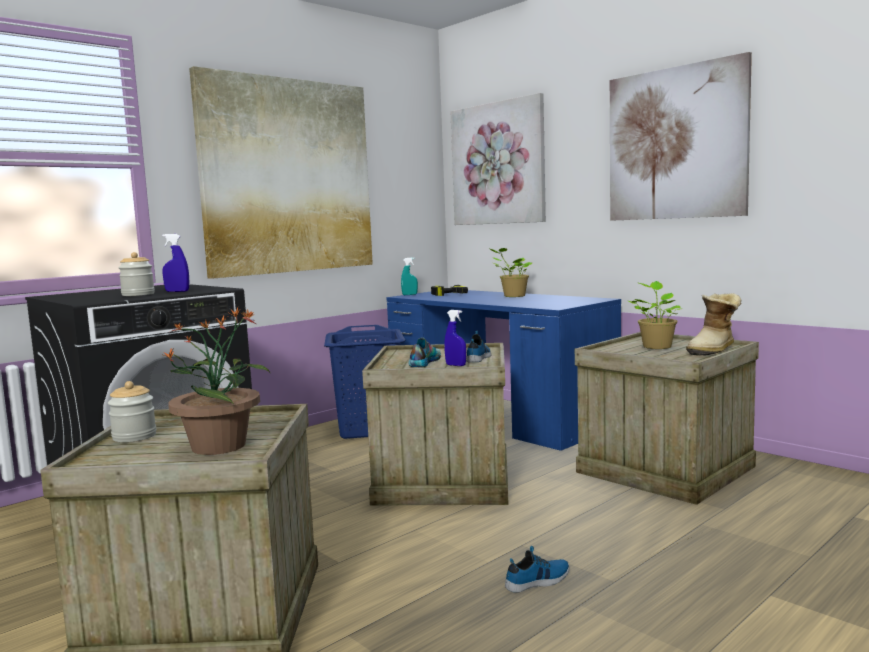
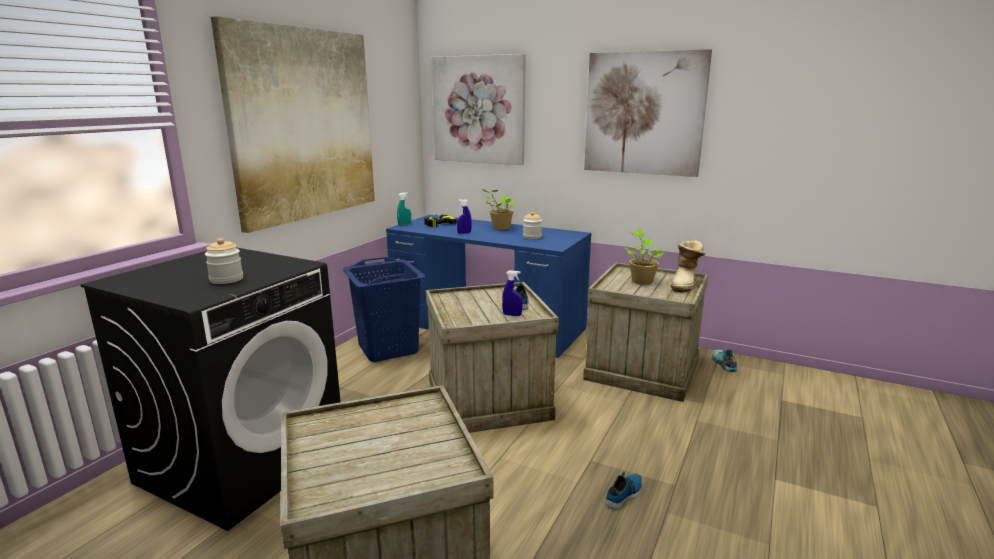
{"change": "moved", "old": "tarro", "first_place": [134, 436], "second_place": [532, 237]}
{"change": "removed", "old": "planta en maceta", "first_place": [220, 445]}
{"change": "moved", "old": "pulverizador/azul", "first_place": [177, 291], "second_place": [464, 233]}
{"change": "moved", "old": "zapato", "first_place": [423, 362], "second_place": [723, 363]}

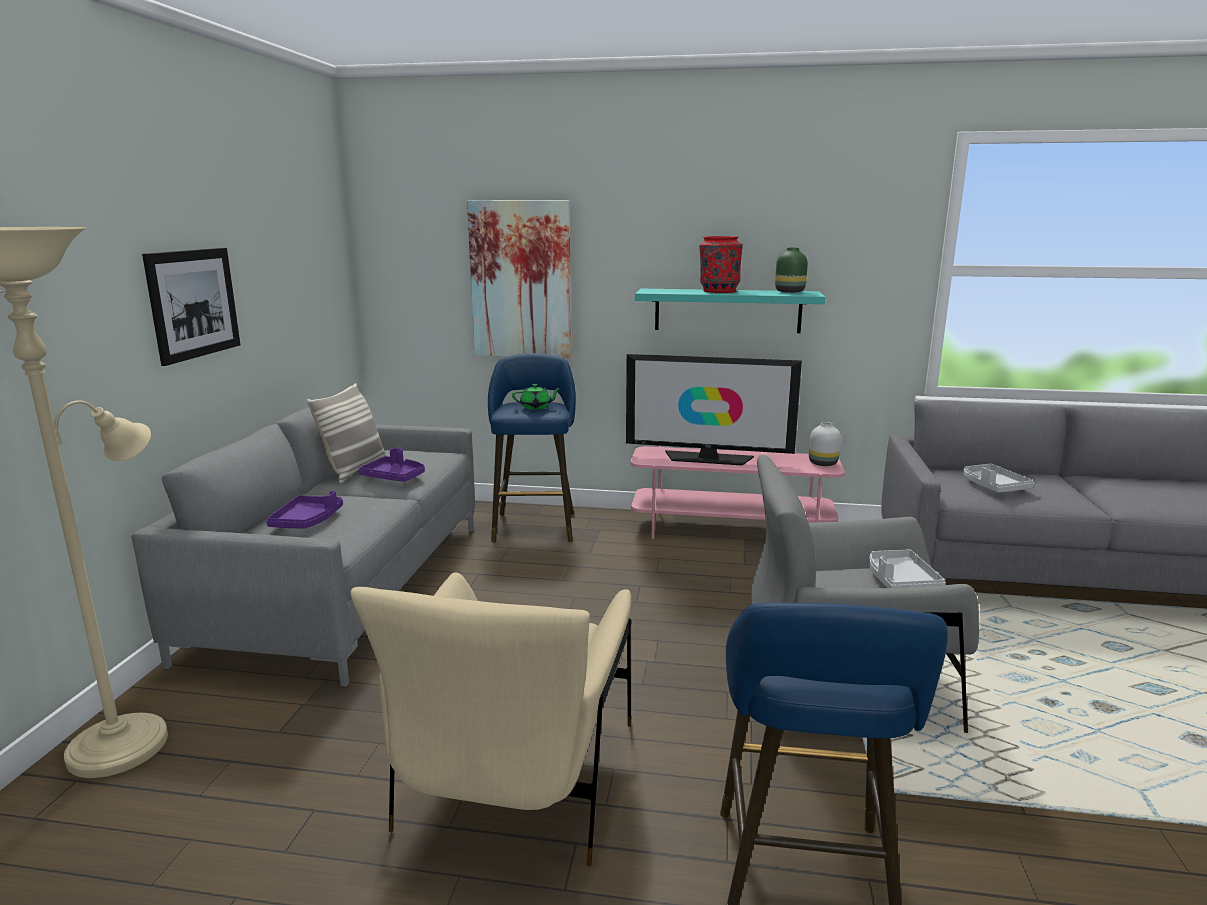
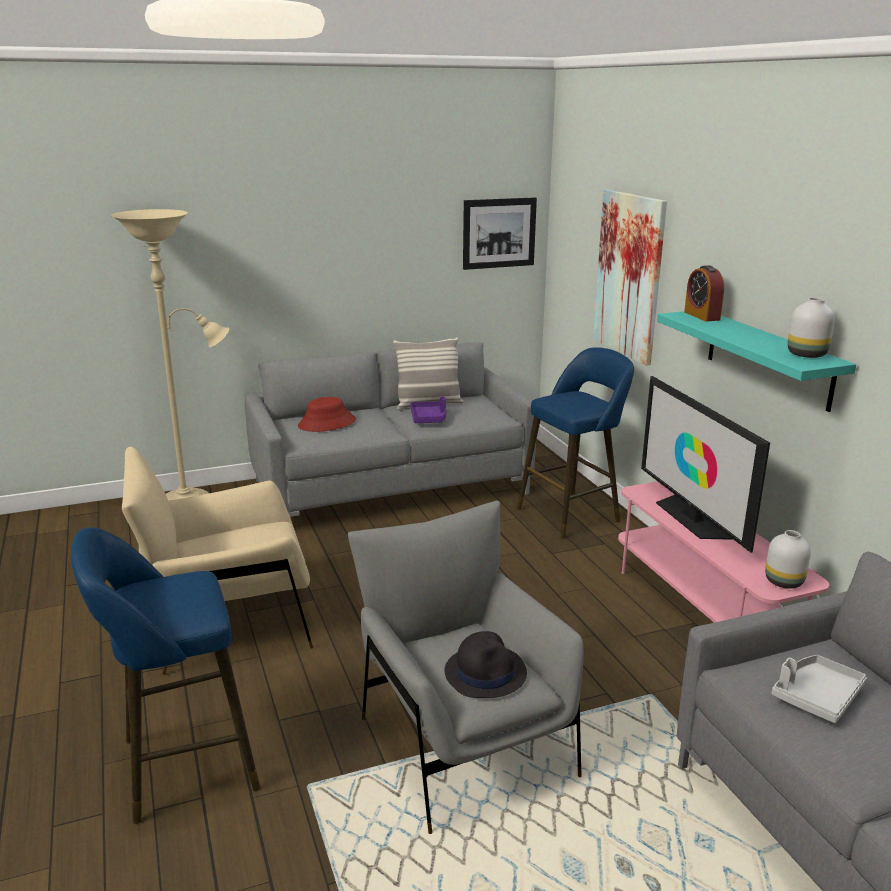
{"change": "moved", "old": "cuadro", "first_place": [194, 303], "second_place": [499, 233]}
{"change": "replaced", "old": "bandeja/morado", "new": "sombrero/rojo", "first_place": [307, 521], "second_place": [327, 423]}
{"change": "removed", "old": "tetera/verde", "first_place": [536, 407]}
{"change": "removed", "old": "florero/rojo", "first_place": [718, 291]}
{"change": "recoloured", "old": "florero/verde", "new": "florero/blanco", "first_place": [790, 292], "second_place": [807, 355]}
{"change": "replaced", "old": "bandeja/gris", "new": "sombrero/negro", "first_place": [900, 581], "second_place": [485, 672]}
{"change": "added", "new": "despertador", "second_place": [702, 316]}

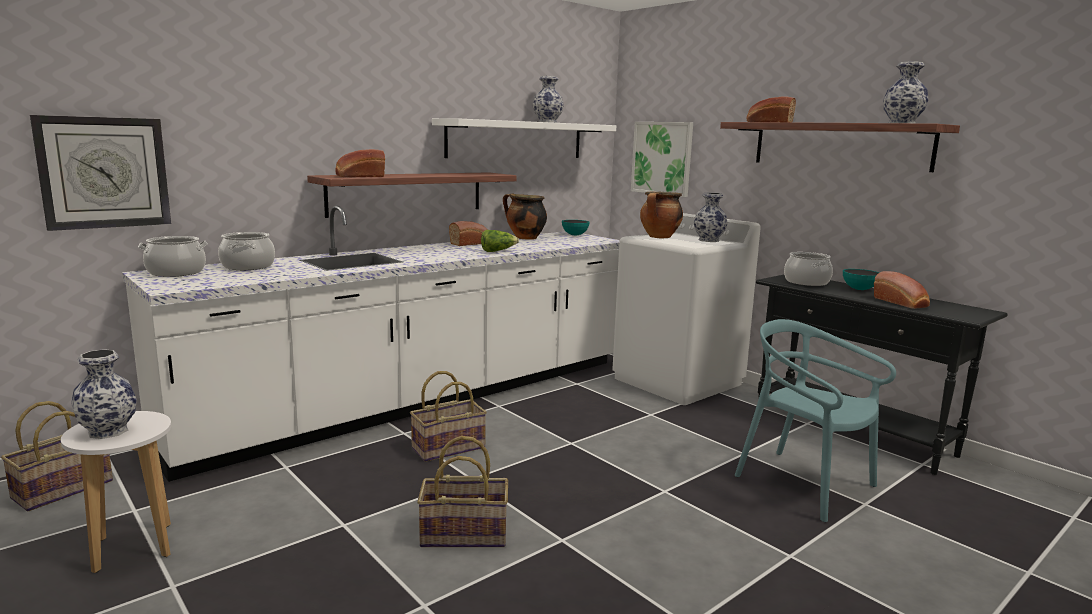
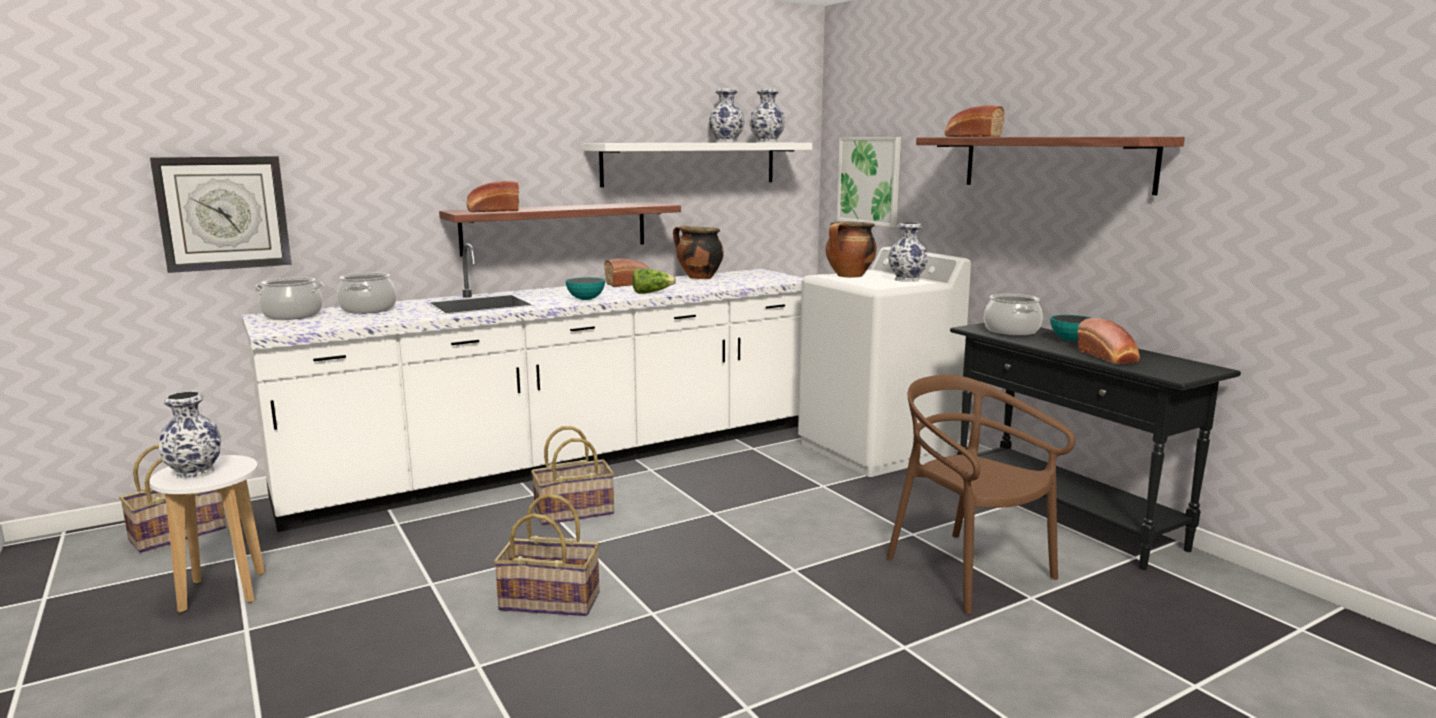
{"change": "moved", "old": "cuenco", "first_place": [575, 235], "second_place": [586, 299]}
{"change": "recoloured", "old": "silla/turquesa", "new": "silla/marrón", "first_place": [804, 483], "second_place": [968, 571]}
{"change": "moved", "old": "florero", "first_place": [902, 123], "second_place": [767, 142]}

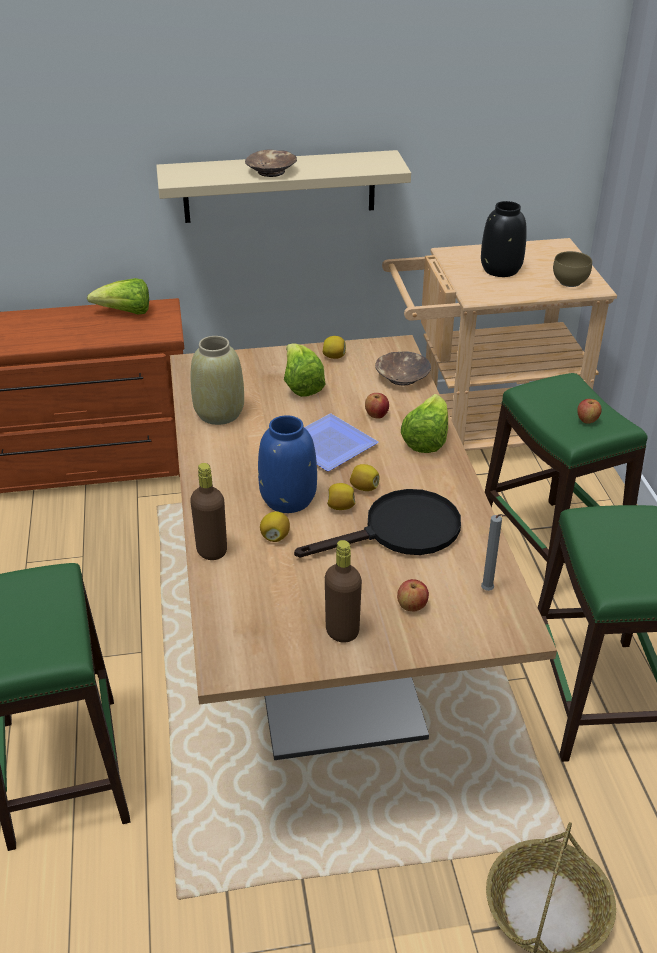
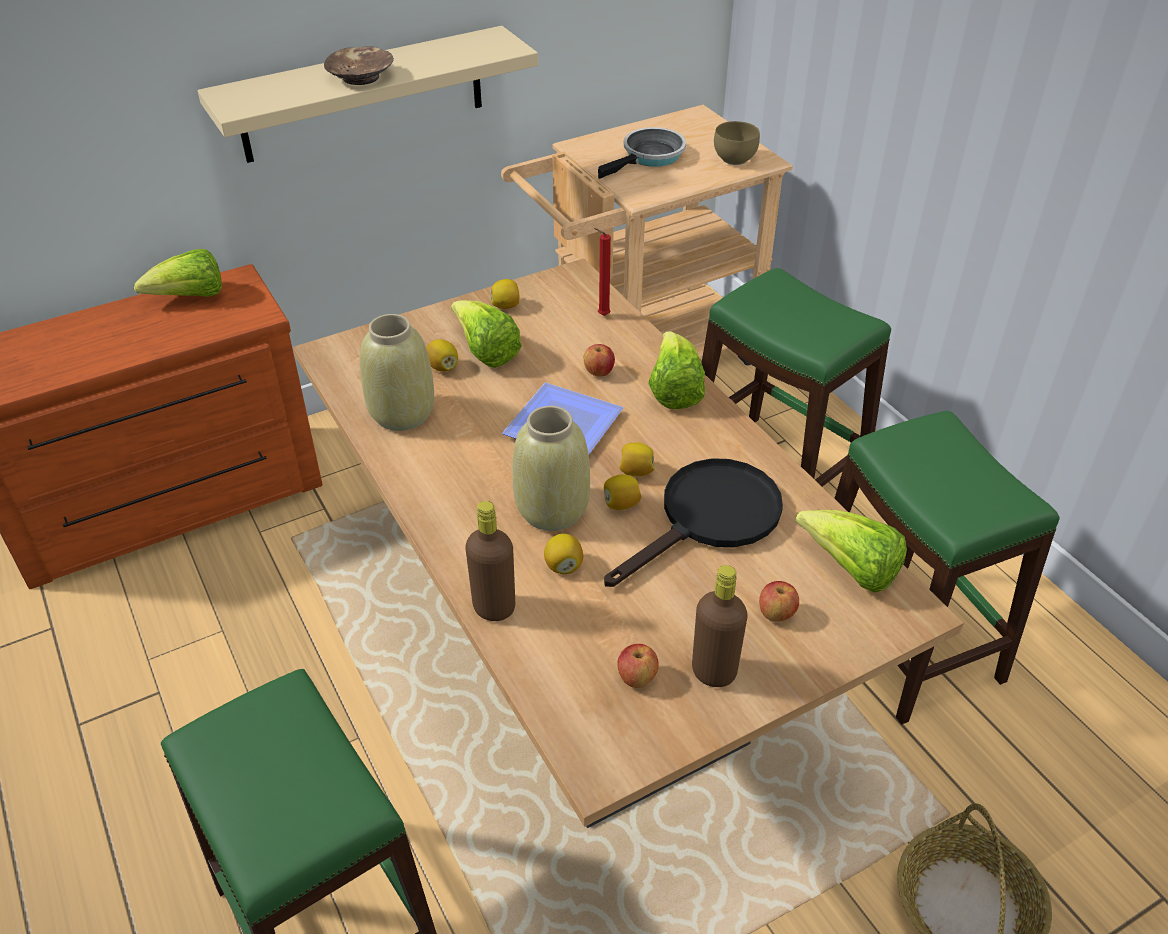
{"change": "recoloured", "old": "florero/azul", "new": "florero/beis", "first_place": [289, 499], "second_place": [553, 509]}
{"change": "replaced", "old": "cuenco/marrón", "new": "vela/rojo", "first_place": [402, 377], "second_place": [601, 315]}
{"change": "replaced", "old": "florero/negro", "new": "sartén", "first_place": [501, 270], "second_place": [650, 157]}
{"change": "replaced", "old": "vela/gris", "new": "lechuga", "first_place": [488, 591], "second_place": [850, 569]}
{"change": "moved", "old": "manzana", "first_place": [587, 420], "second_place": [636, 678]}
{"change": "added", "new": "limón", "second_place": [442, 367]}

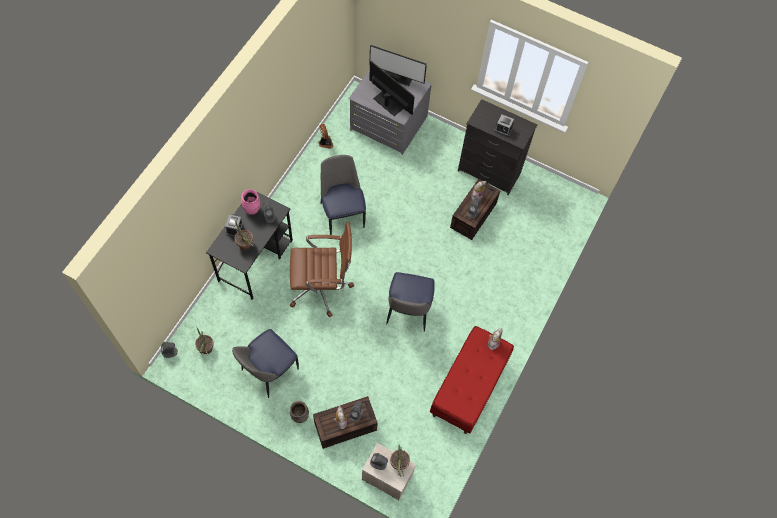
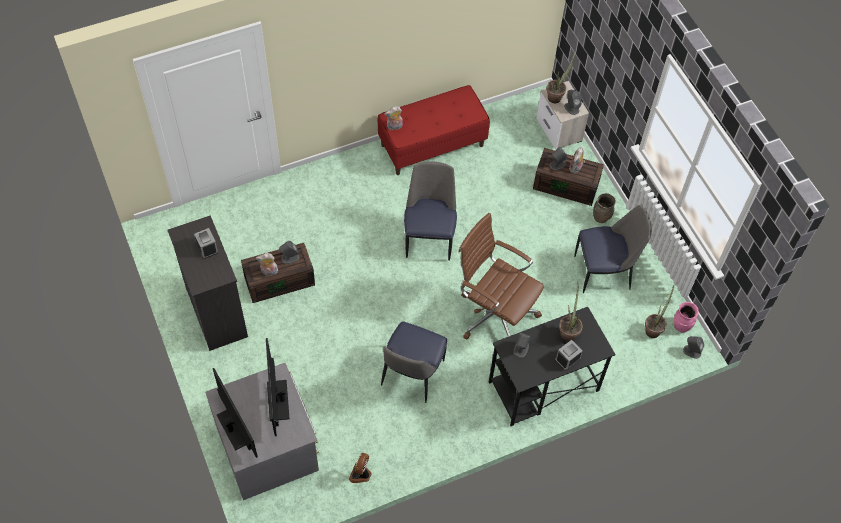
{"change": "moved", "old": "florero/rosa", "first_place": [252, 209], "second_place": [681, 326]}
{"change": "turned", "old": "silla", "first_place": [408, 311], "second_place": [429, 237], "degrees": -45}

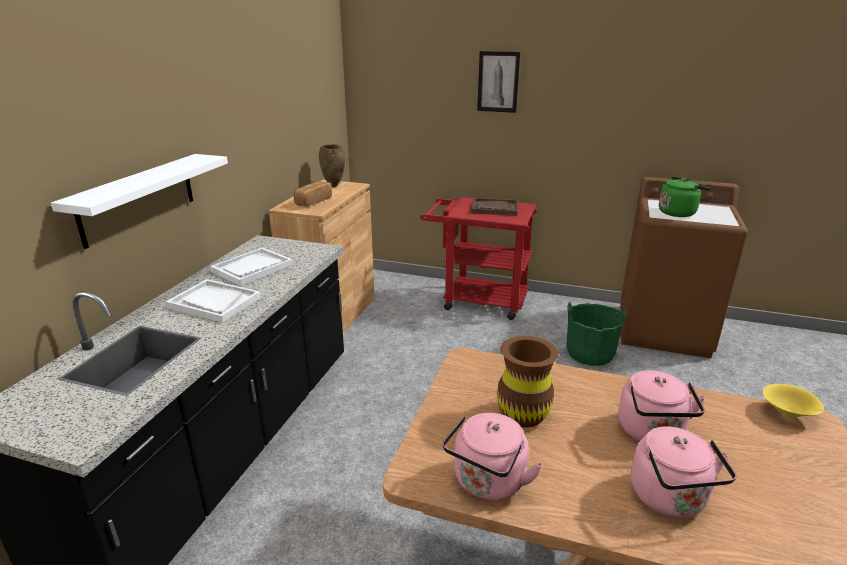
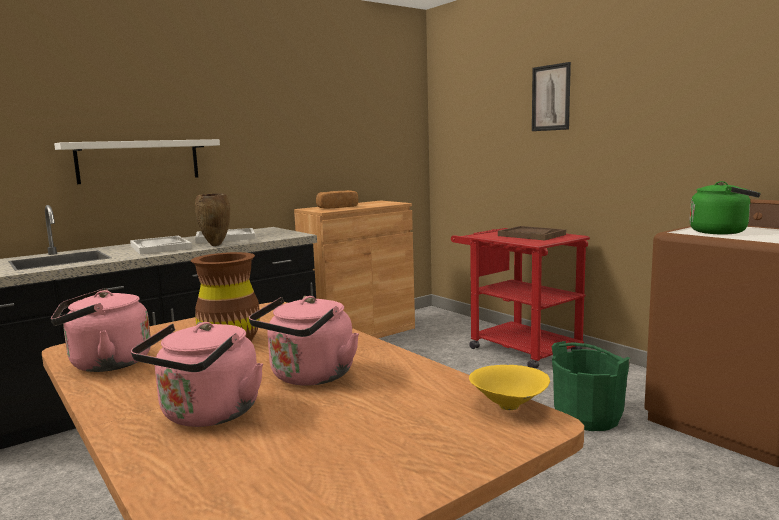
{"change": "moved", "old": "florero/marrón", "first_place": [334, 186], "second_place": [216, 245]}

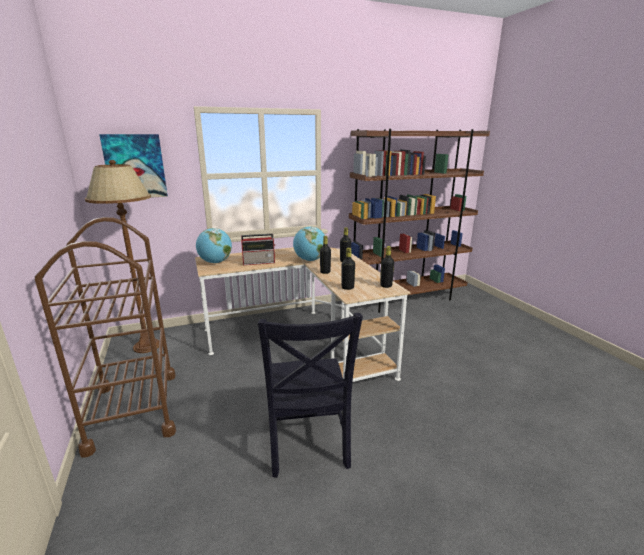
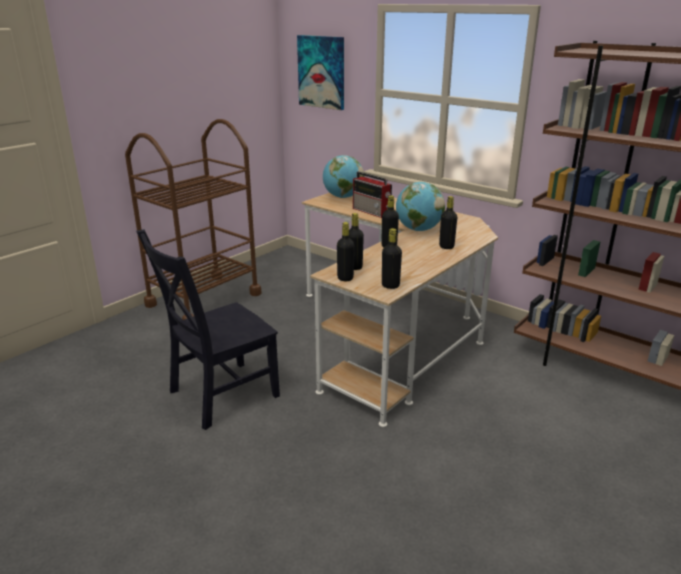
{"change": "removed", "old": "lámpara de pie/marrón", "first_place": [147, 346]}
{"change": "added", "new": "botella/negro", "second_place": [345, 278]}

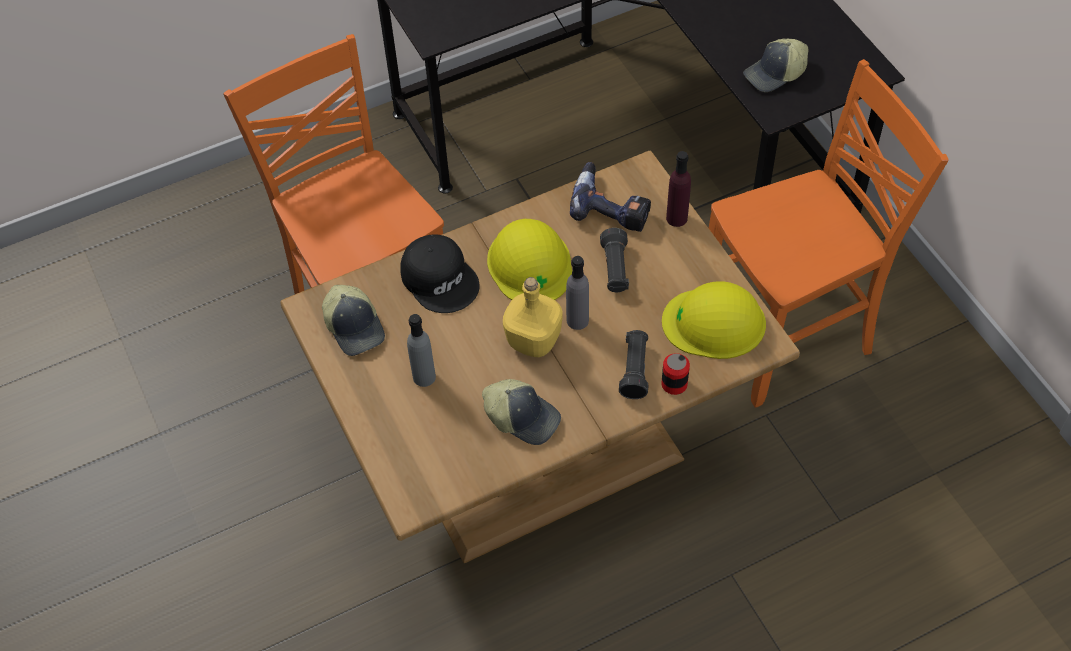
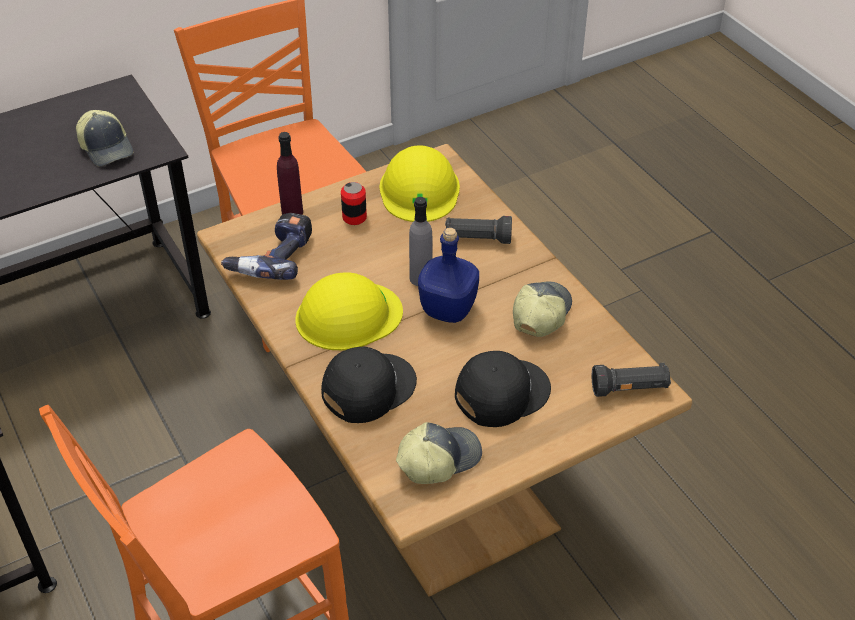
{"change": "replaced", "old": "botella/gris", "new": "gorra/negro", "first_place": [424, 377], "second_place": [501, 392]}
{"change": "recoloured", "old": "botella/amarillo", "new": "botella/azul", "first_place": [532, 340], "second_place": [448, 310]}
{"change": "moved", "old": "linterna/negro", "first_place": [615, 269], "second_place": [629, 389]}
{"change": "moved", "old": "lata", "first_place": [674, 384], "second_place": [354, 217]}

